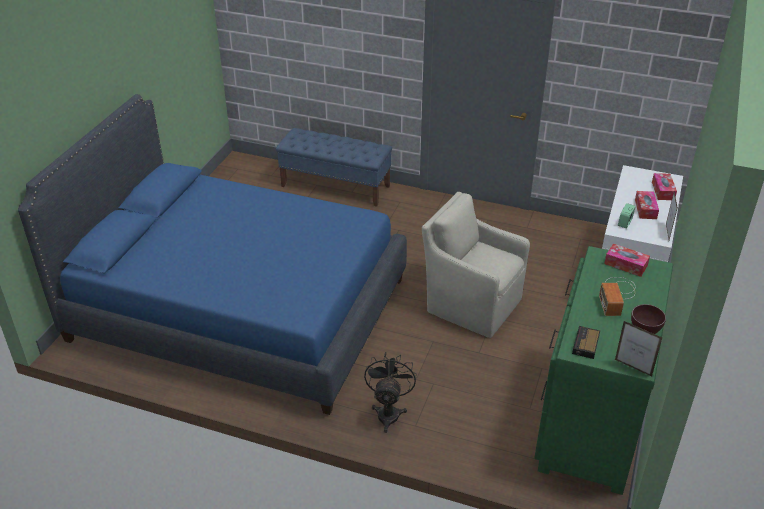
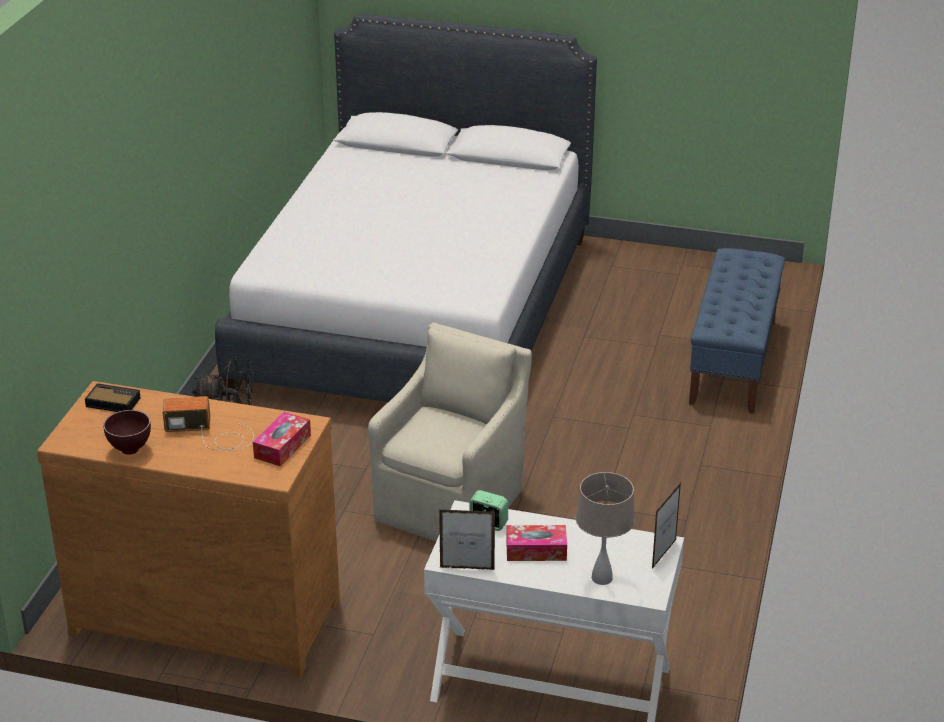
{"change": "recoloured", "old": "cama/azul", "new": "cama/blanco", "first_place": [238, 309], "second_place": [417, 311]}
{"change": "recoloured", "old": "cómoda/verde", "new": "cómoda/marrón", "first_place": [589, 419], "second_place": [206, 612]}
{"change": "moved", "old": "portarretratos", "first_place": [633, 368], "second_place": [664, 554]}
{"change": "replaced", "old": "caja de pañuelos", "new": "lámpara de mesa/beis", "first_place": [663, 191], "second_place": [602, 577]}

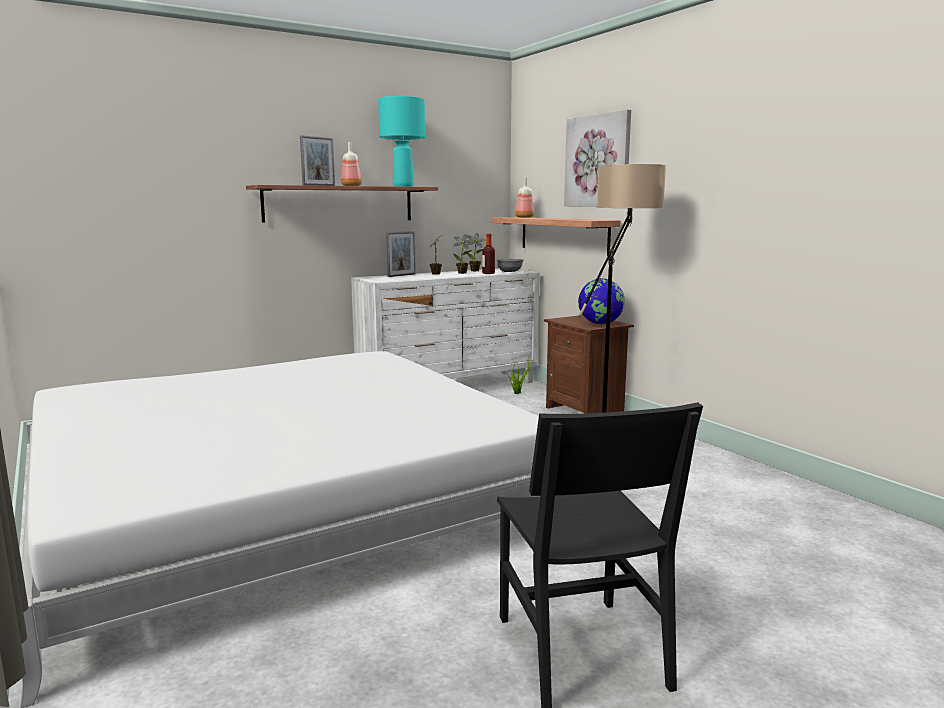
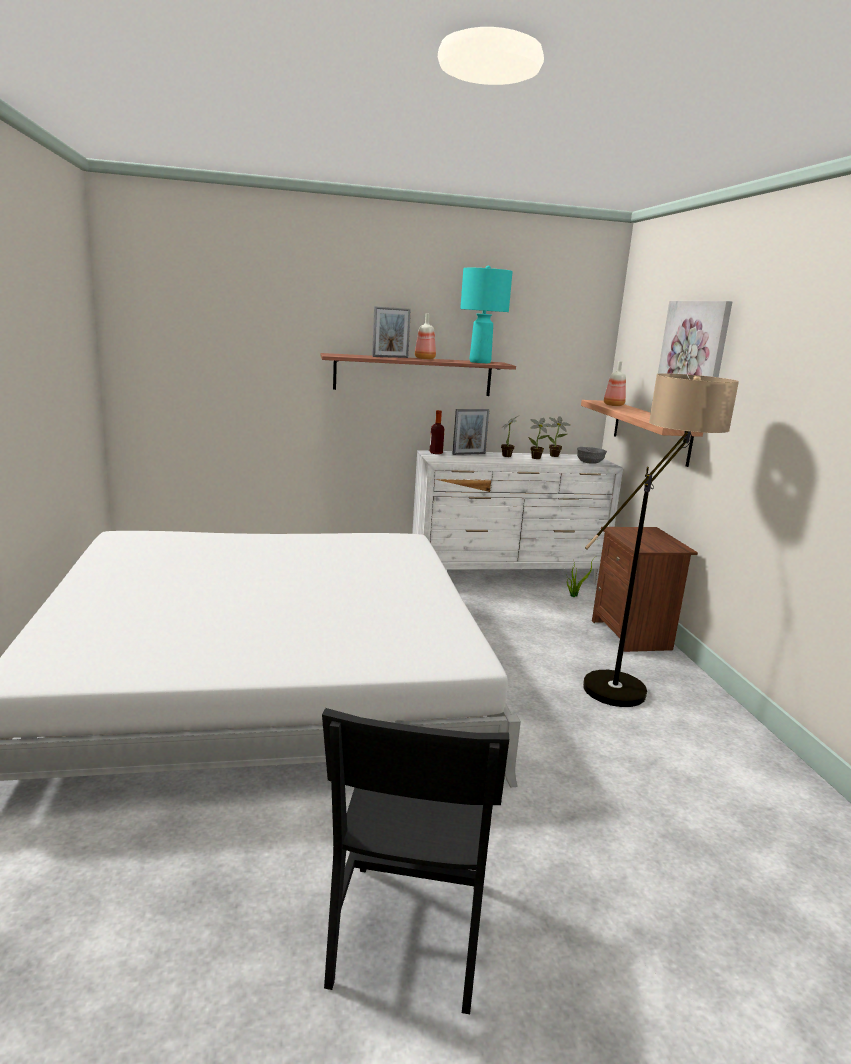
{"change": "moved", "old": "botella", "first_place": [488, 273], "second_place": [436, 453]}
{"change": "removed", "old": "globo terráqueo", "first_place": [600, 324]}

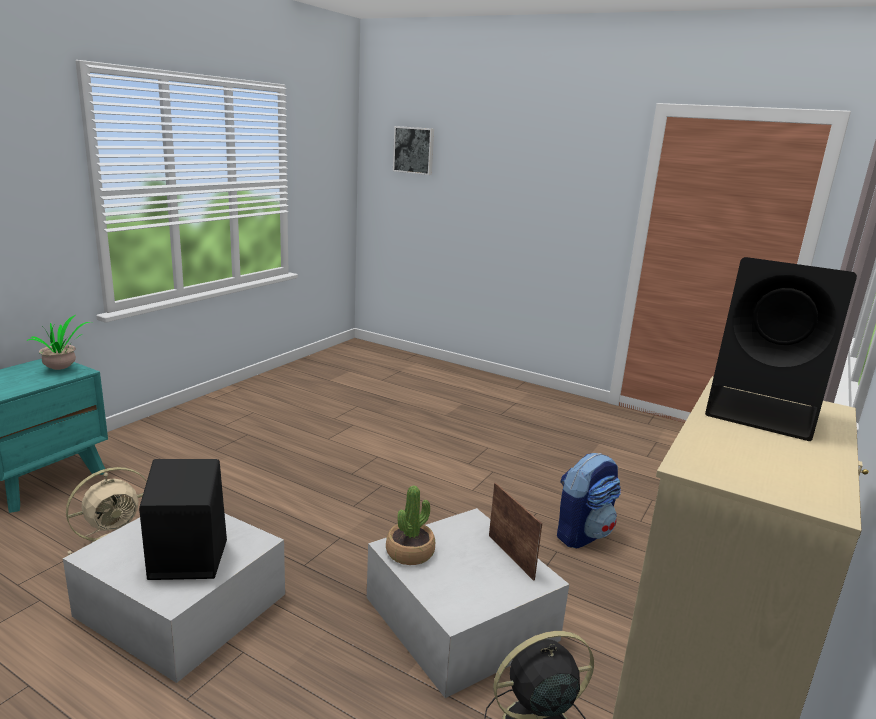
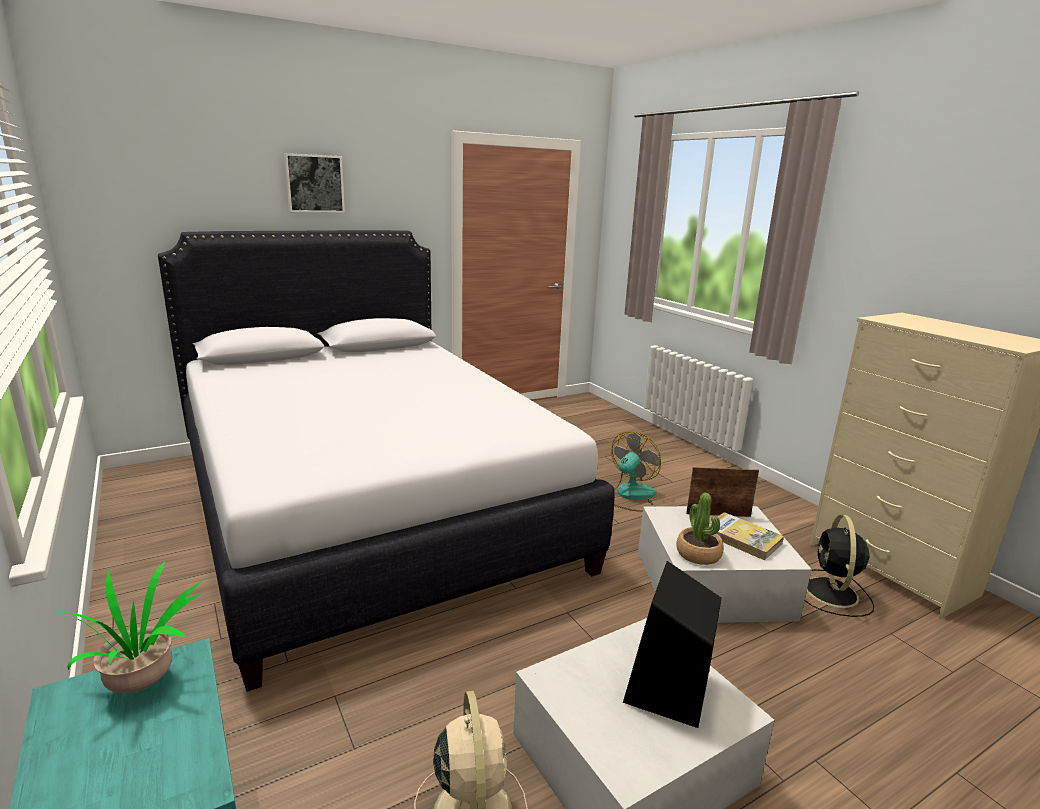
{"change": "moved", "old": "cuadro", "first_place": [414, 150], "second_place": [314, 183]}
{"change": "replaced", "old": "mochila", "new": "ventilador", "first_place": [582, 533], "second_place": [631, 496]}
{"change": "removed", "old": "altavoz/negro", "first_place": [765, 413]}
{"change": "added", "new": "cama/blanco", "second_place": [367, 506]}
{"change": "added", "new": "libro", "second_place": [742, 538]}

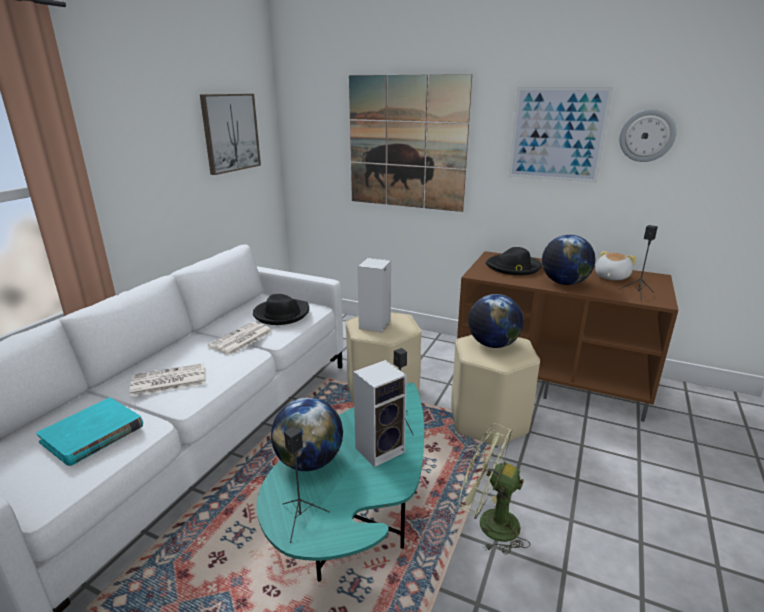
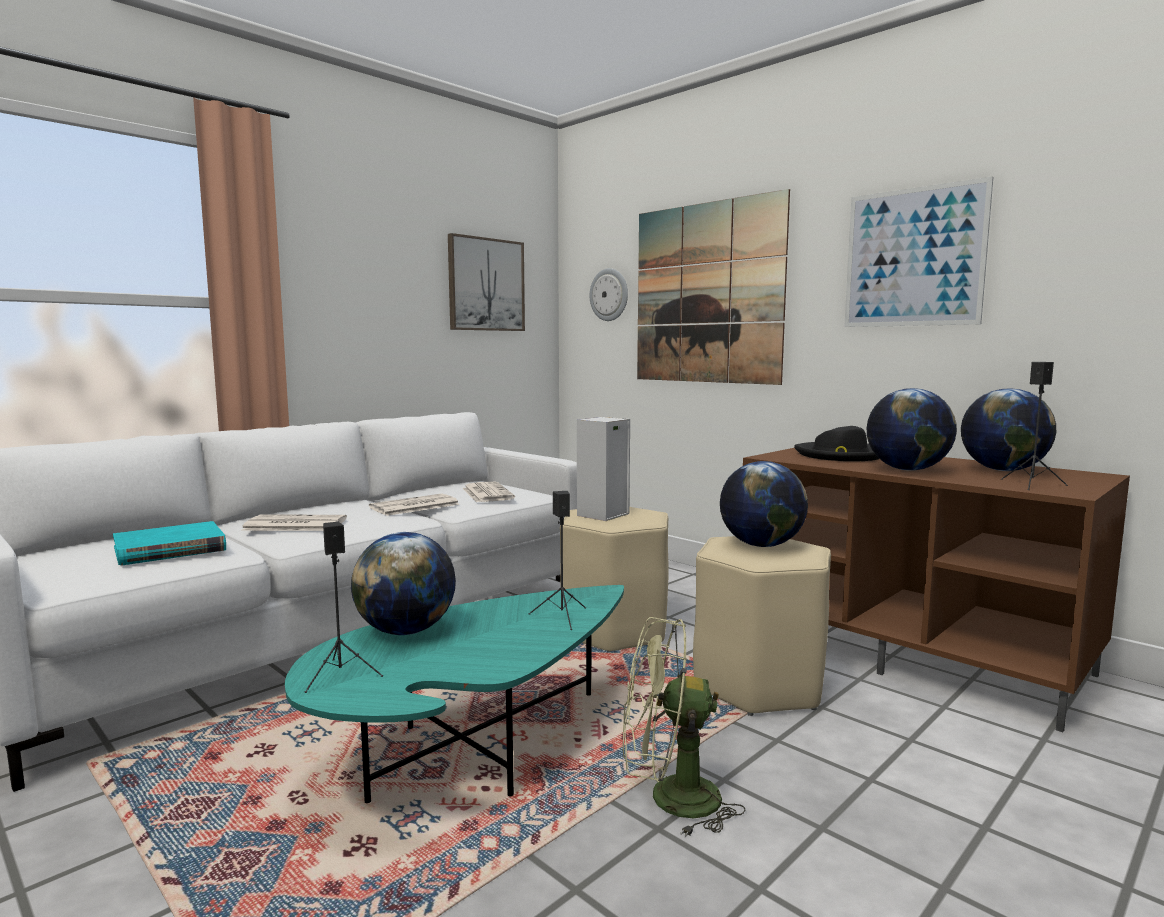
{"change": "replaced", "old": "sombrero/negro", "new": "periódico", "first_place": [281, 314], "second_place": [486, 493]}
{"change": "removed", "old": "altavoz", "first_place": [380, 449]}
{"change": "turned", "old": "ventilador/verde", "first_place": [489, 523], "second_place": [669, 799], "degrees": -45}
{"change": "replaced", "old": "peluche", "new": "globo terráqueo", "first_place": [610, 277], "second_place": [1003, 470]}
{"change": "moved", "old": "reloj de pared", "first_place": [647, 135], "second_place": [609, 295]}

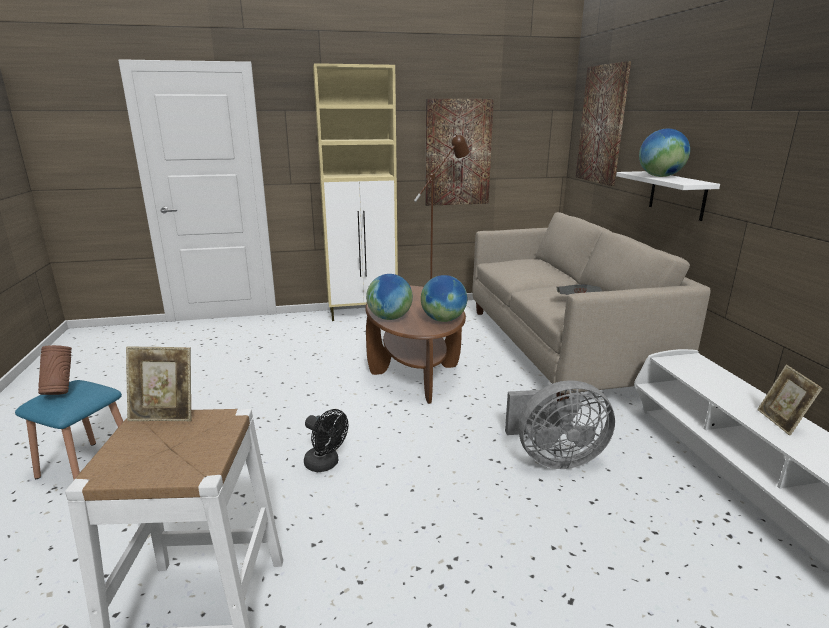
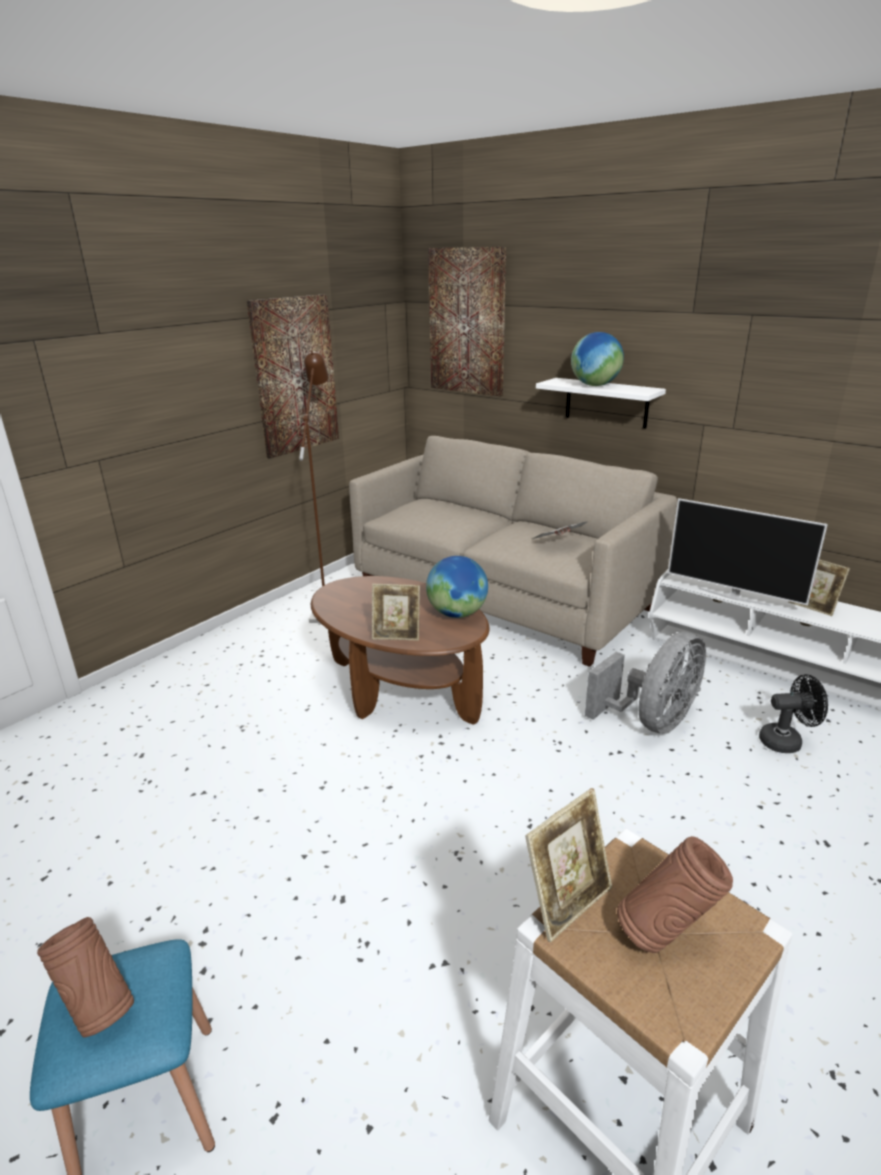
{"change": "moved", "old": "ventilador/negro", "first_place": [325, 464], "second_place": [786, 741]}
{"change": "removed", "old": "armario/beis", "first_place": [363, 314]}
{"change": "replaced", "old": "globo terráqueo", "new": "portarretratos", "first_place": [390, 318], "second_place": [397, 635]}
{"change": "added", "new": "florero/marrón", "second_place": [665, 934]}
{"change": "added", "new": "televisor", "second_place": [733, 596]}

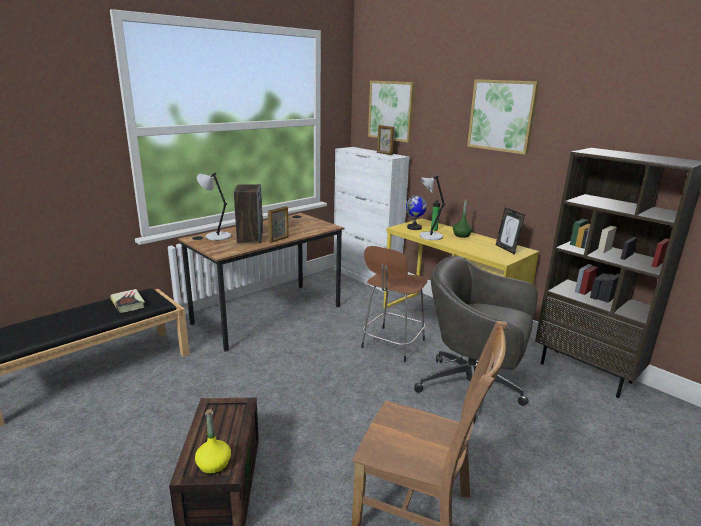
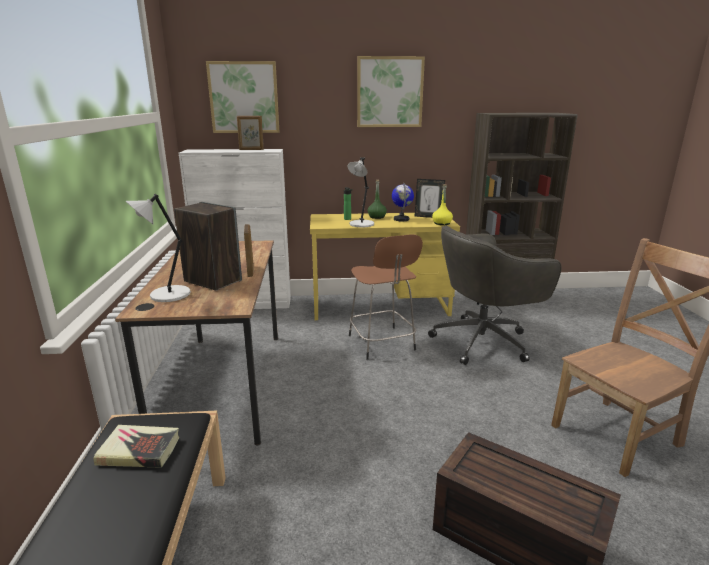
{"change": "moved", "old": "botella/amarillo", "first_place": [214, 465], "second_place": [442, 223]}
{"change": "moved", "old": "globo terráqueo", "first_place": [414, 227], "second_place": [401, 219]}

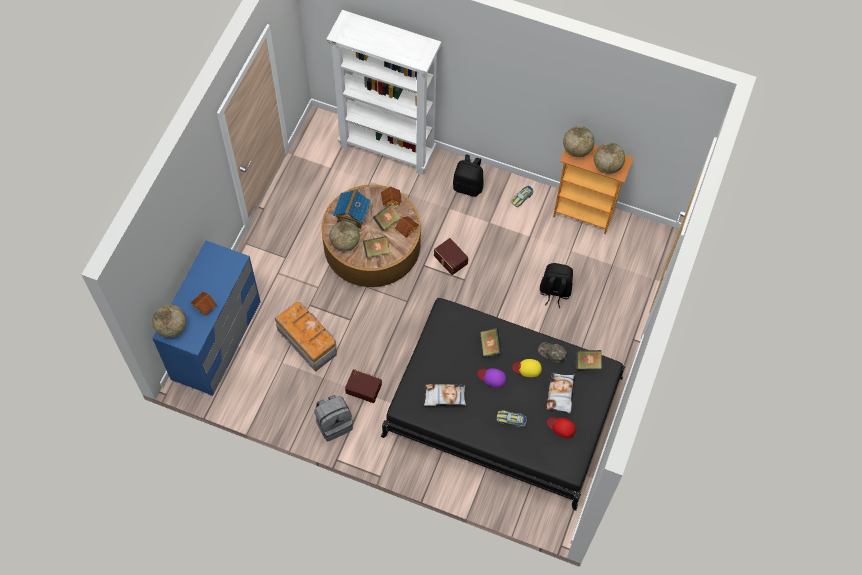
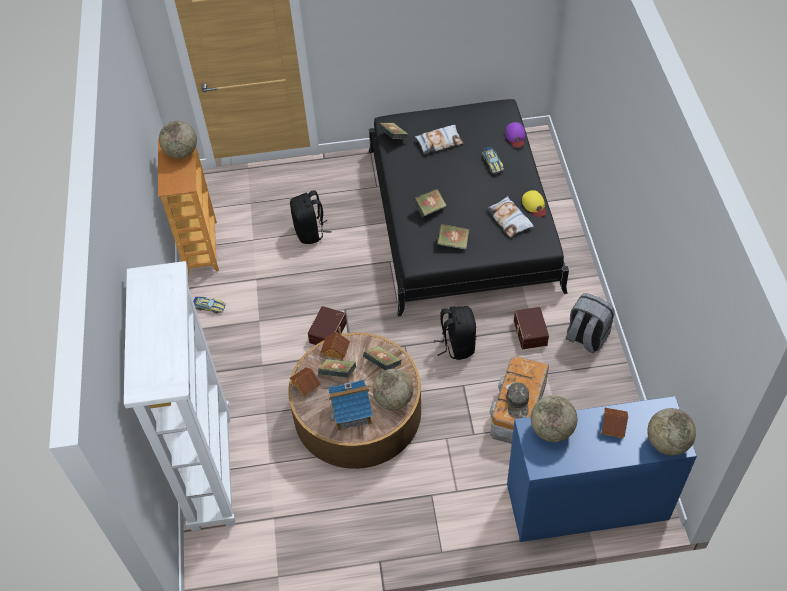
{"change": "moved", "old": "mochila/negro", "first_place": [468, 186], "second_place": [457, 345]}
{"change": "moved", "old": "gorra/morado", "first_place": [492, 377], "second_place": [515, 136]}
{"change": "moved", "old": "gorra/amarillo", "first_place": [527, 368], "second_place": [534, 205]}
{"change": "moved", "old": "gorra/verde", "first_place": [552, 353], "second_place": [518, 402]}
{"change": "removed", "old": "gorra/rojo", "first_place": [561, 427]}
{"change": "moved", "old": "globo terráqueo", "first_place": [576, 150], "second_place": [552, 430]}
{"change": "added", "new": "libro", "second_place": [453, 243]}

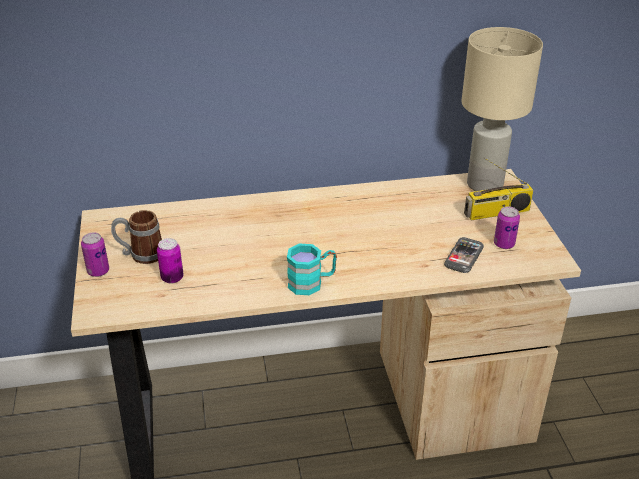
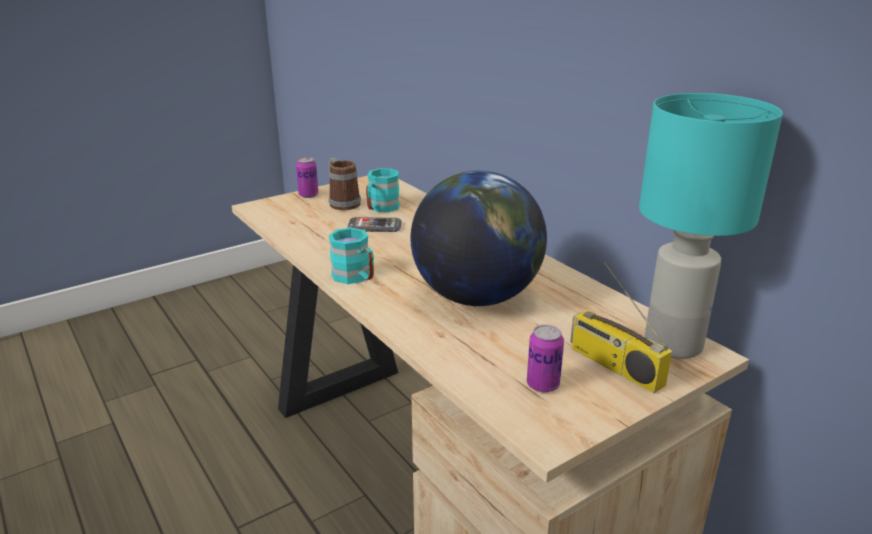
{"change": "removed", "old": "lata", "first_place": [172, 278]}
{"change": "moved", "old": "móvil", "first_place": [463, 256], "second_place": [374, 227]}
{"change": "recoloured", "old": "lámpara de mesa/beis", "new": "lámpara de mesa/turquesa", "first_place": [484, 185], "second_place": [671, 343]}
{"change": "added", "new": "taza grande/turquesa", "second_place": [380, 209]}
{"change": "added", "new": "globo terráqueo", "second_place": [476, 297]}

